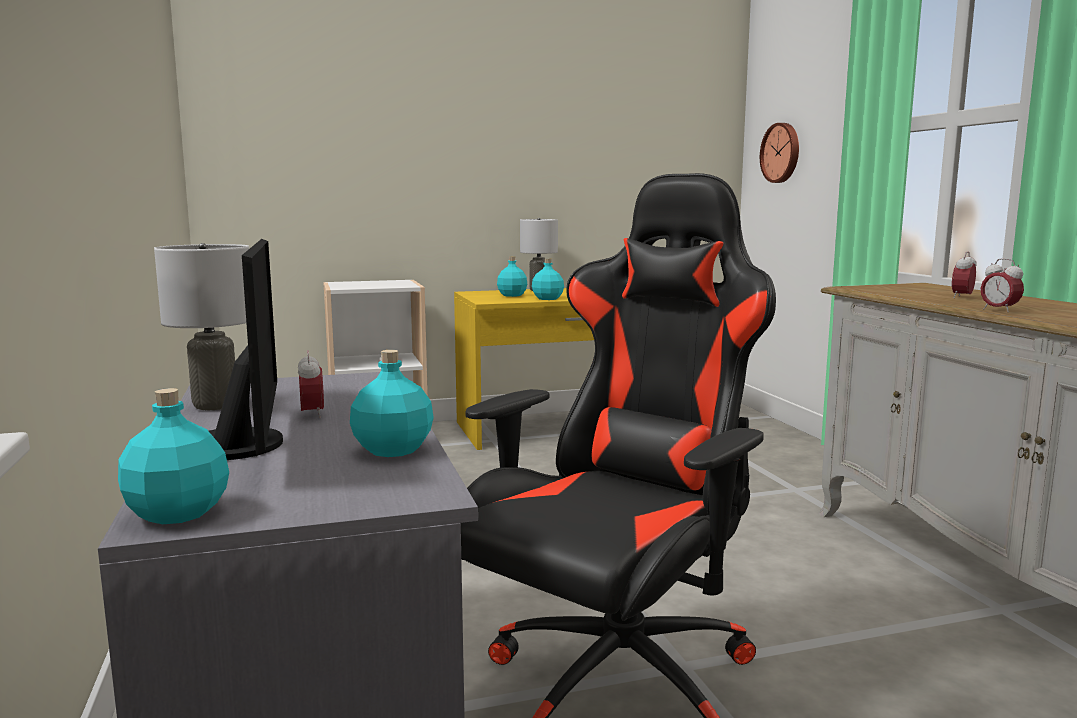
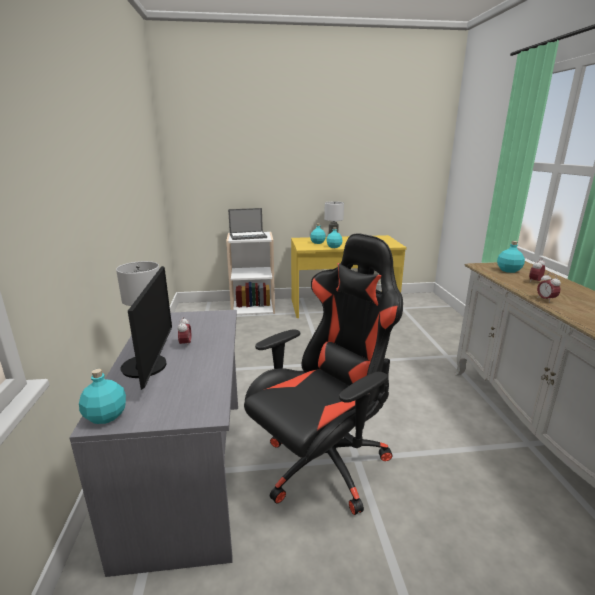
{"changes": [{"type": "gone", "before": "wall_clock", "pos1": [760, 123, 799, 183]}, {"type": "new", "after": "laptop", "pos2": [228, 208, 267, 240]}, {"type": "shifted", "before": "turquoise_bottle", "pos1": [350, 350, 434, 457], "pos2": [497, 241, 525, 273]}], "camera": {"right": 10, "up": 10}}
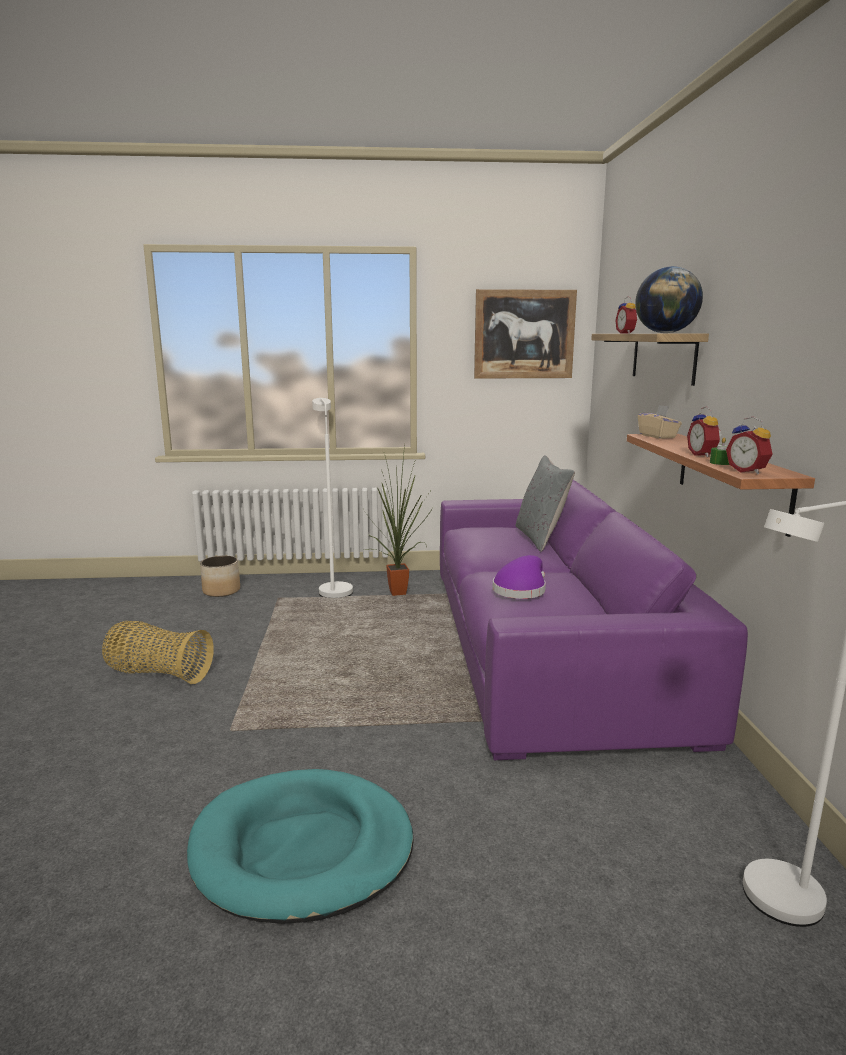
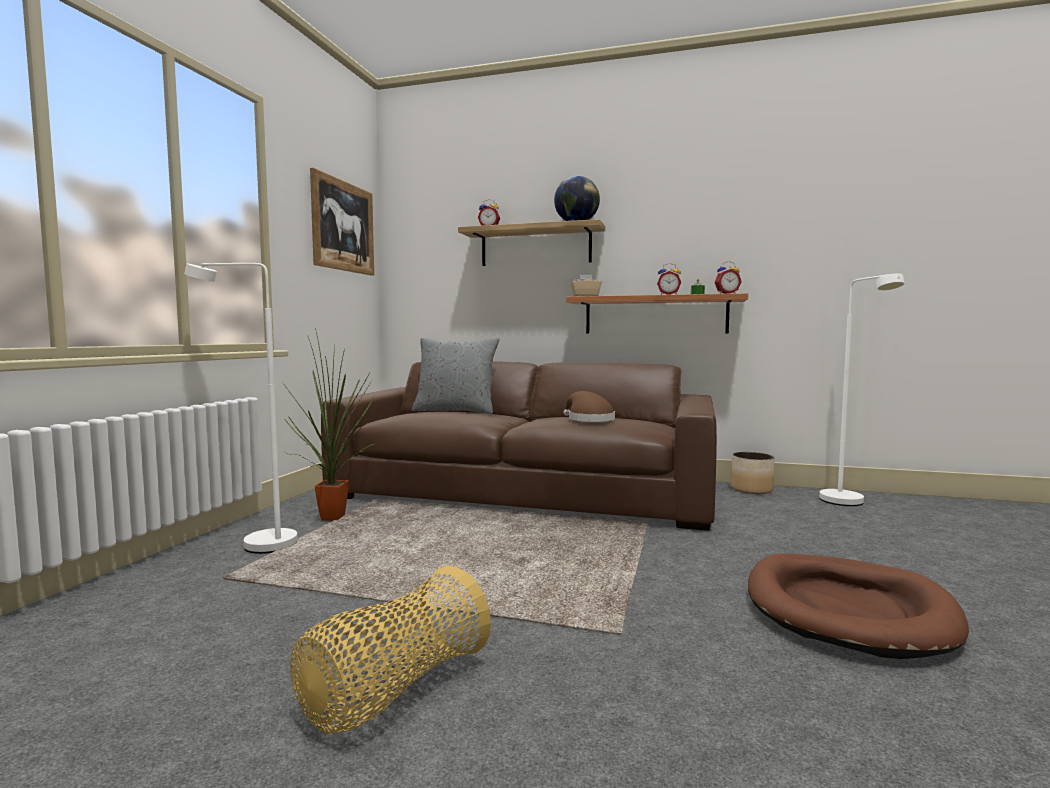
{"changes": [{"type": "shifted", "before": "planter", "pos1": [200, 556, 240, 597], "pos2": [731, 452, 774, 494]}, {"type": "repainted", "before": "turquoise_dog_bed", "after": "brown_dog_bed", "pos1": [187, 769, 413, 924], "pos2": [748, 554, 969, 659]}, {"type": "repainted", "before": "purple_sofa", "after": "brown_sofa", "pos1": [440, 480, 748, 760], "pos2": [321, 361, 717, 531]}, {"type": "repainted", "before": "purple_hat", "after": "brown_hat", "pos1": [493, 555, 546, 599], "pos2": [563, 391, 615, 422]}], "camera": {"right": -70, "up": -10}}
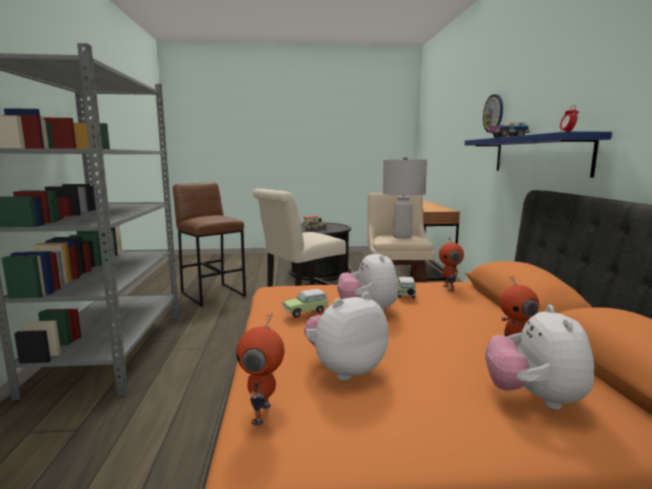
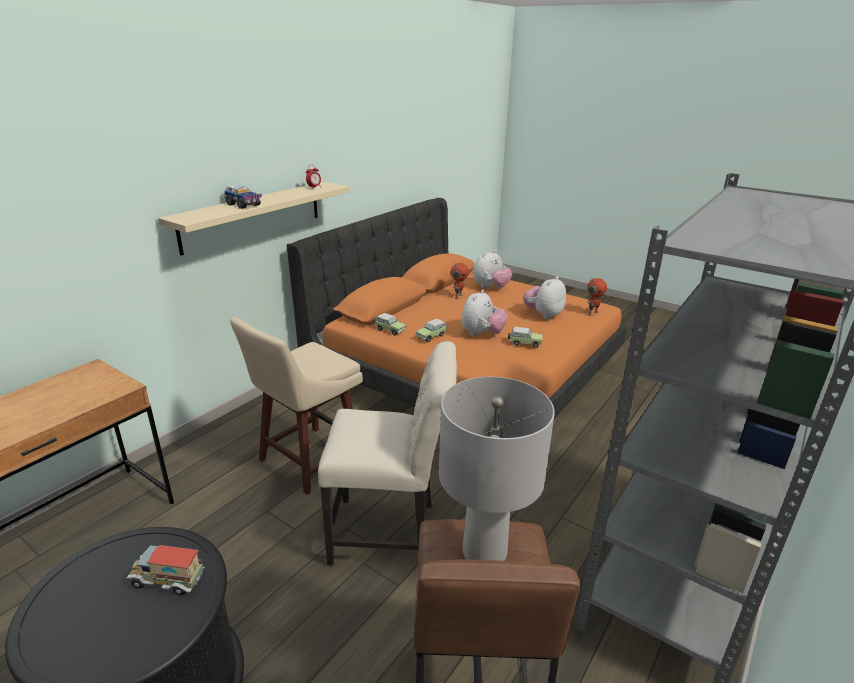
{"changes": [{"type": "gone", "before": "wall_clock", "pos1": [483, 94, 503, 133]}, {"type": "shifted", "before": "grey_table_lamp", "pos1": [383, 156, 427, 239], "pos2": [439, 377, 555, 561]}, {"type": "swapped", "before": "toy_robot", "after": "toy_car", "pos1": [439, 236, 464, 291], "pos2": [374, 313, 406, 336]}, {"type": "repainted", "before": "blue_shelf", "after": "beige_shelf", "pos1": [465, 131, 612, 178], "pos2": [158, 182, 350, 256]}, {"type": "rotated", "before": "plush_toy", "pos1": [304, 292, 389, 381], "pos2": [523, 276, 566, 319], "turn": 120}], "camera": {"right": -140, "up": 15}}
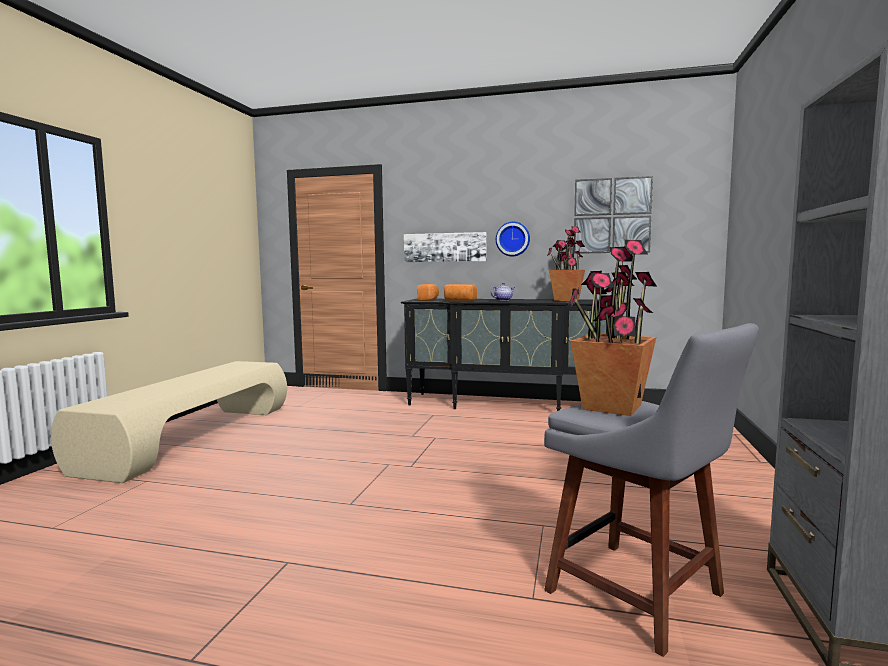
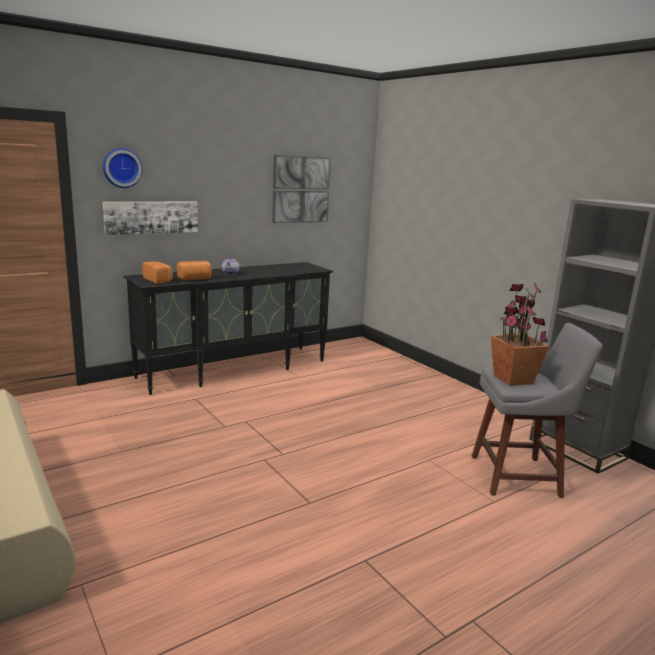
{"changes": [{"type": "gone", "before": "potted_plant", "pos1": [547, 226, 585, 301]}, {"type": "shifted", "before": "wall_clock", "pos1": [496, 222, 530, 256], "pos2": [103, 148, 142, 188]}], "camera": {"right": -50, "up": 10}}
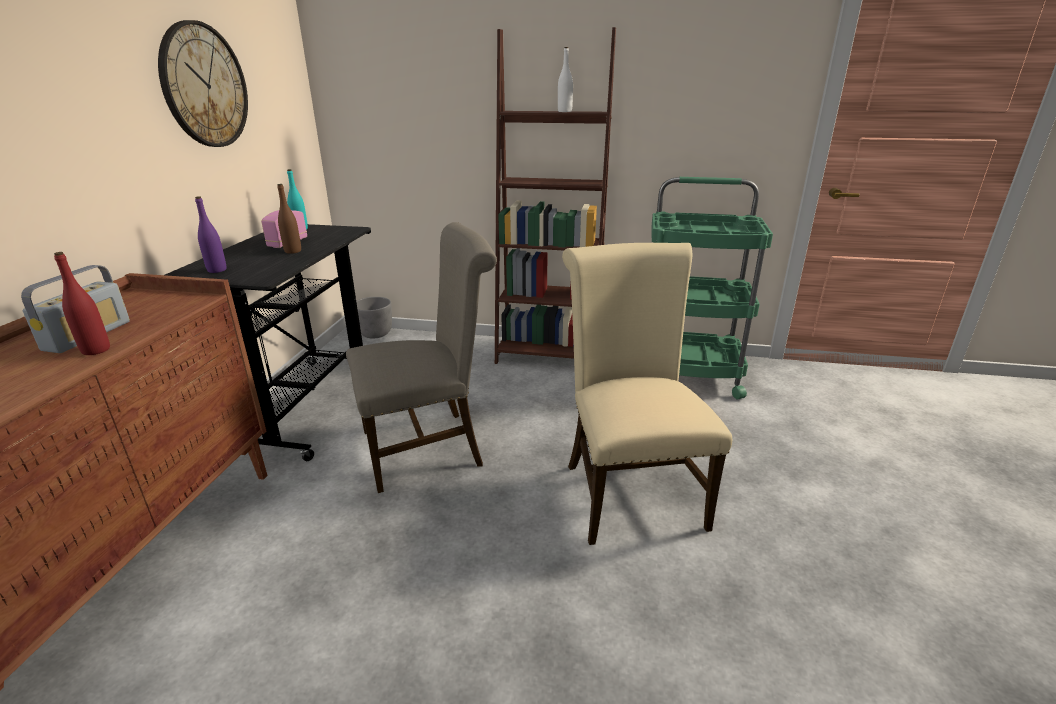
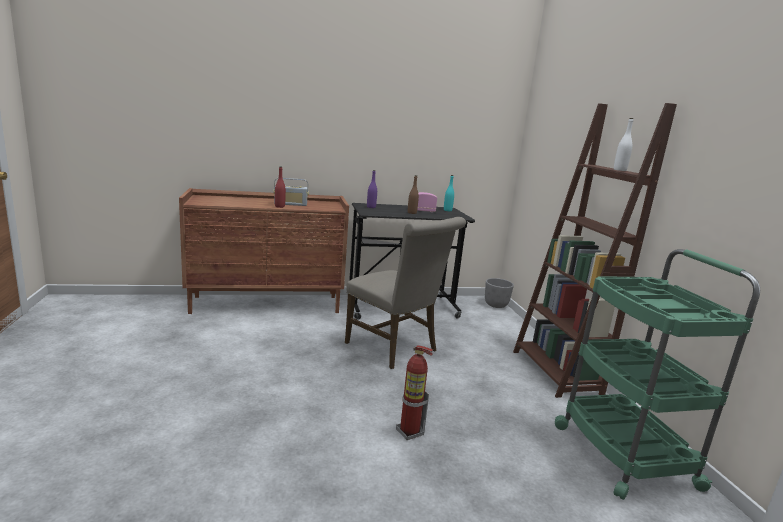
{"changes": [{"type": "gone", "before": "wall_clock", "pos1": [158, 20, 248, 147]}, {"type": "swapped", "before": "beige_chair", "after": "fire_extinguisher", "pos1": [562, 243, 732, 545], "pos2": [396, 345, 433, 440]}], "camera": {"right": 65, "up": -10}}
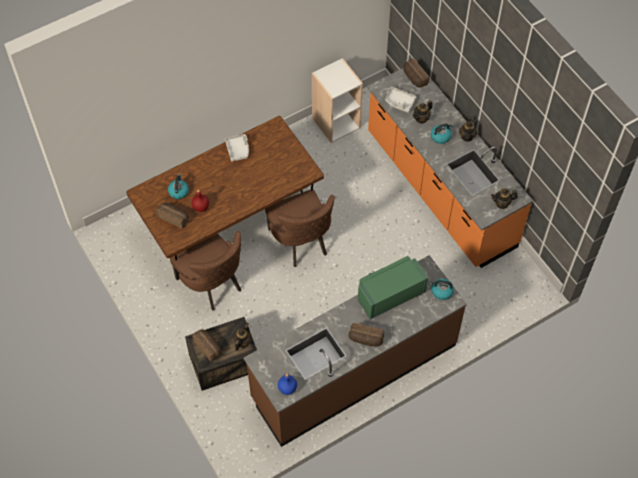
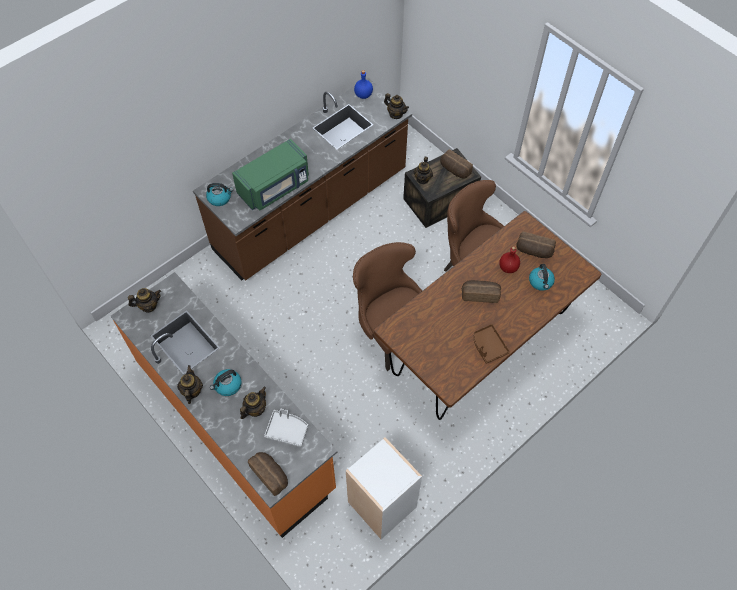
{"changes": [{"type": "new", "after": "teapot", "pos2": [384, 93, 409, 119]}, {"type": "shifted", "before": "bread", "pos1": [349, 323, 384, 347], "pos2": [462, 280, 501, 303]}, {"type": "repainted", "before": "grey_tray", "after": "brown_tray", "pos1": [225, 134, 249, 162], "pos2": [473, 324, 510, 364]}], "camera": {"right": 170, "up": 0}}
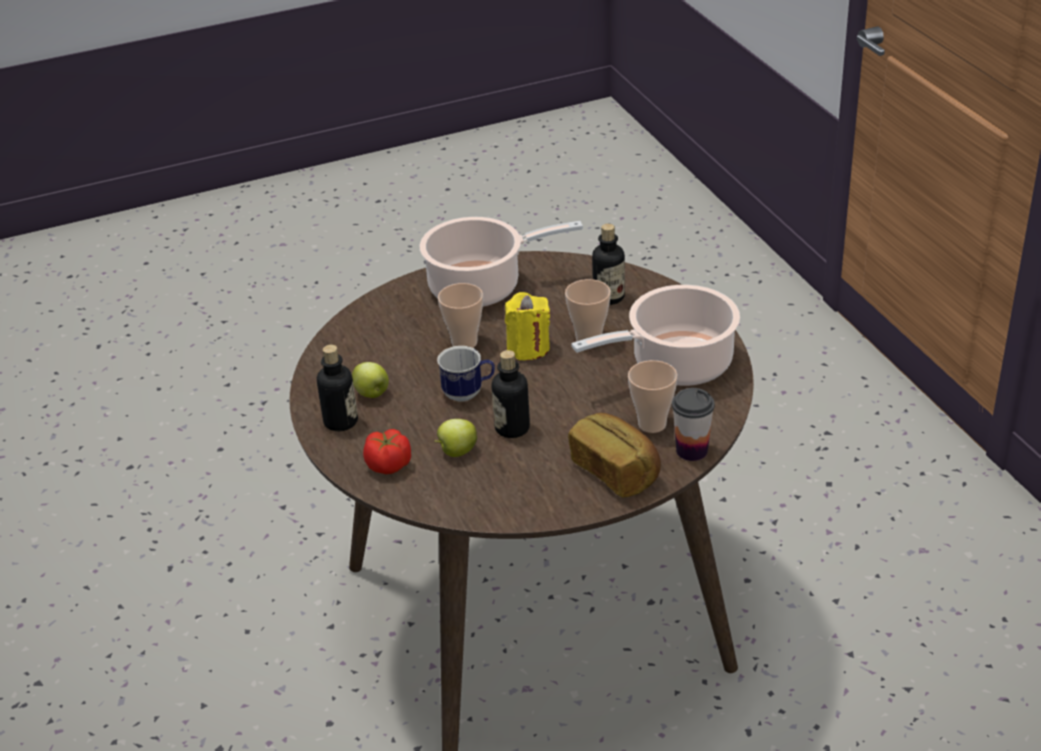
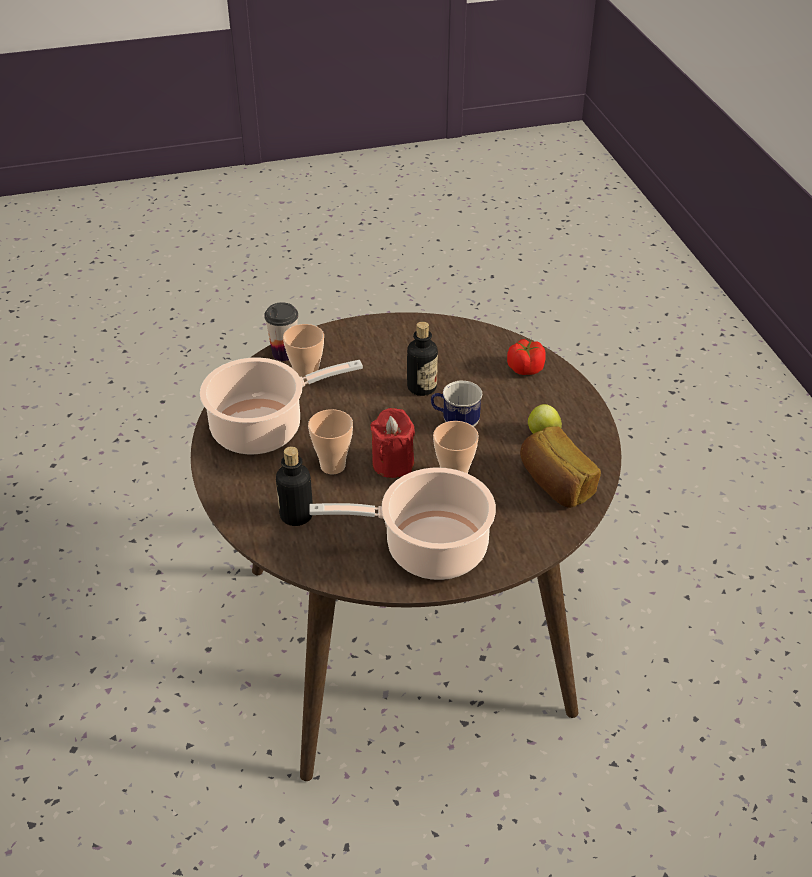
{"changes": [{"type": "gone", "before": "bottle", "pos1": [317, 345, 358, 431]}, {"type": "gone", "before": "apple", "pos1": [434, 419, 477, 457]}, {"type": "shifted", "before": "bread", "pos1": [568, 413, 661, 498], "pos2": [520, 426, 601, 508]}, {"type": "repainted", "before": "yellow_candle", "after": "red_candle", "pos1": [505, 292, 550, 360], "pos2": [370, 408, 415, 478]}], "camera": {"right": -175, "up": 5}}
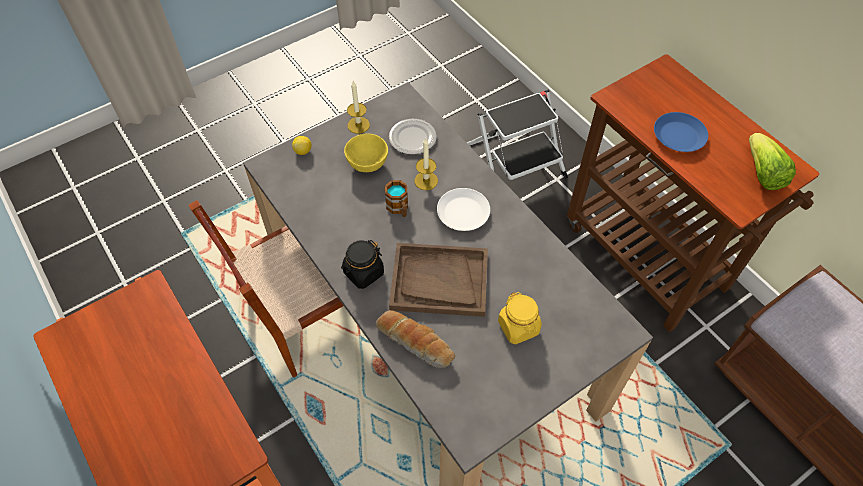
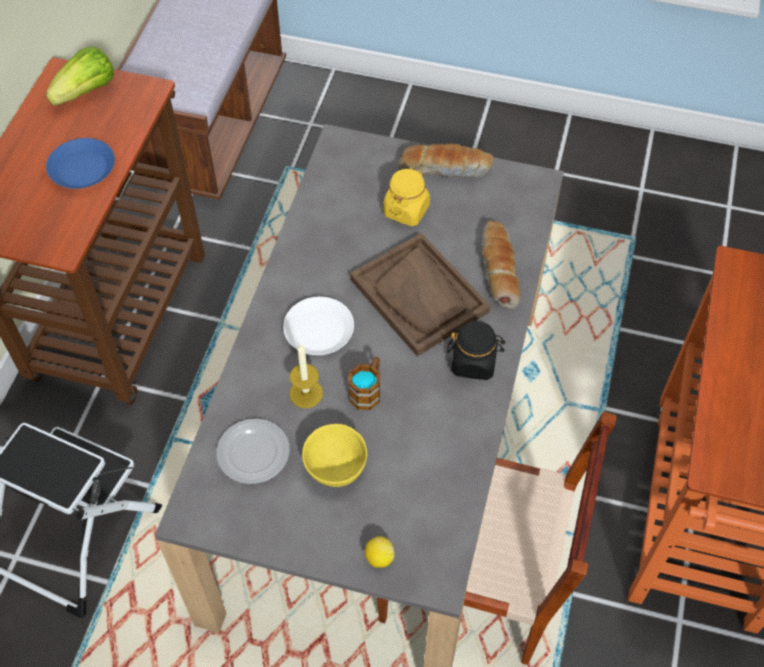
{"changes": [{"type": "gone", "before": "candle", "pos1": [347, 81, 370, 134]}, {"type": "new", "after": "bread", "pos2": [398, 144, 494, 177]}], "camera": {"right": -130, "up": 0}}
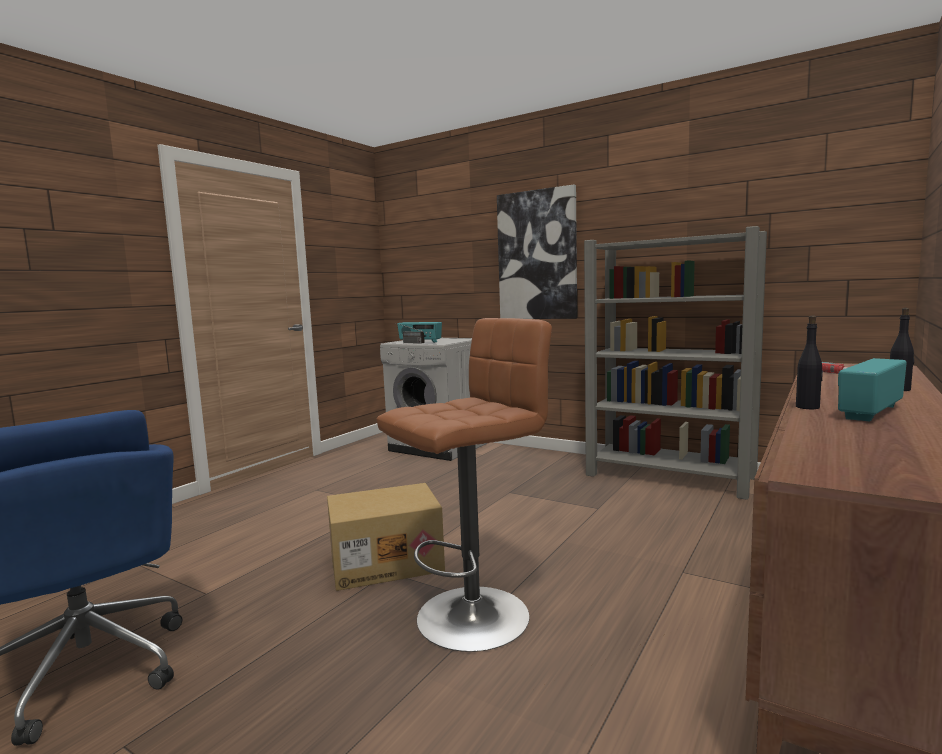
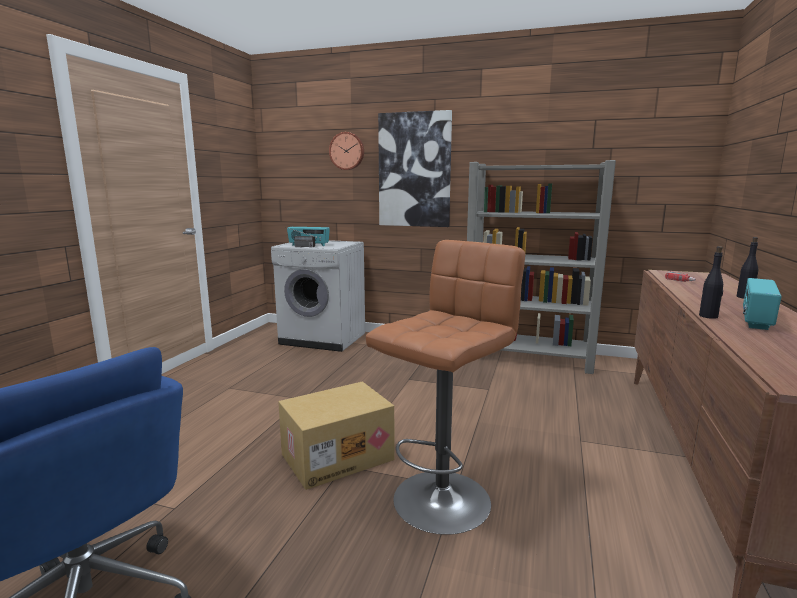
{"changes": [{"type": "new", "after": "wall_clock", "pos2": [329, 132, 364, 170]}], "camera": {"right": -15, "up": 5}}
